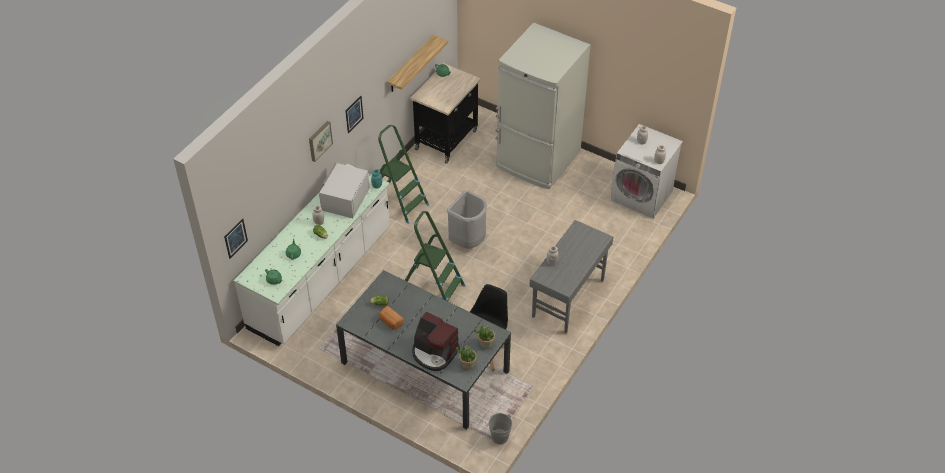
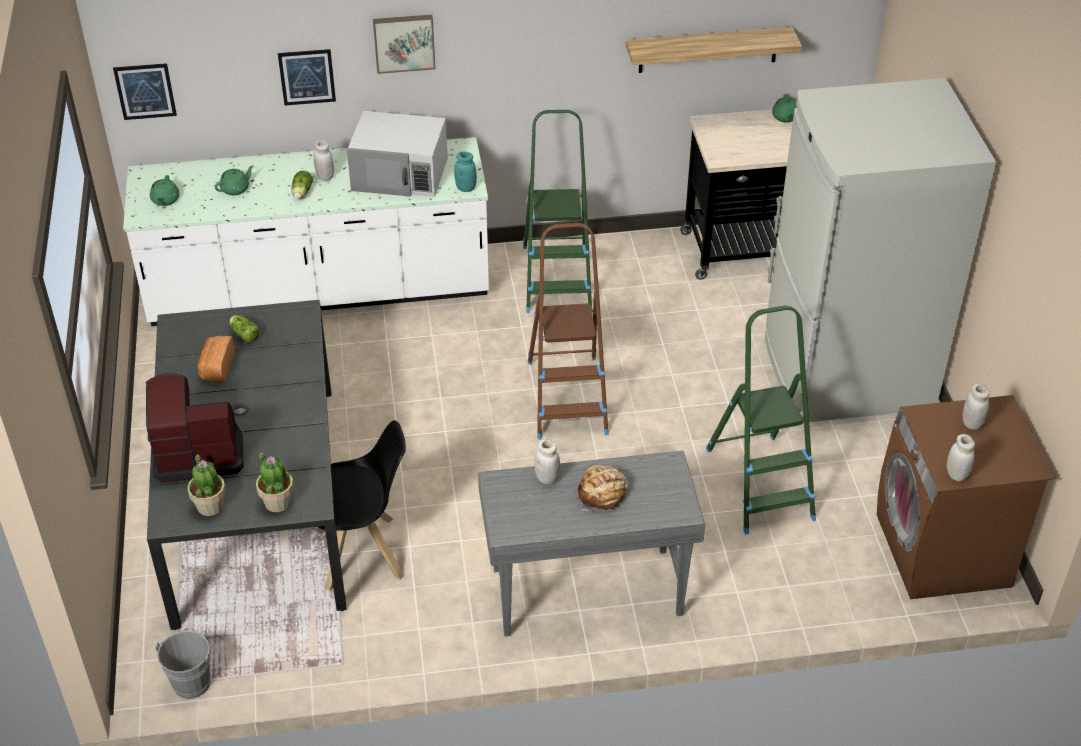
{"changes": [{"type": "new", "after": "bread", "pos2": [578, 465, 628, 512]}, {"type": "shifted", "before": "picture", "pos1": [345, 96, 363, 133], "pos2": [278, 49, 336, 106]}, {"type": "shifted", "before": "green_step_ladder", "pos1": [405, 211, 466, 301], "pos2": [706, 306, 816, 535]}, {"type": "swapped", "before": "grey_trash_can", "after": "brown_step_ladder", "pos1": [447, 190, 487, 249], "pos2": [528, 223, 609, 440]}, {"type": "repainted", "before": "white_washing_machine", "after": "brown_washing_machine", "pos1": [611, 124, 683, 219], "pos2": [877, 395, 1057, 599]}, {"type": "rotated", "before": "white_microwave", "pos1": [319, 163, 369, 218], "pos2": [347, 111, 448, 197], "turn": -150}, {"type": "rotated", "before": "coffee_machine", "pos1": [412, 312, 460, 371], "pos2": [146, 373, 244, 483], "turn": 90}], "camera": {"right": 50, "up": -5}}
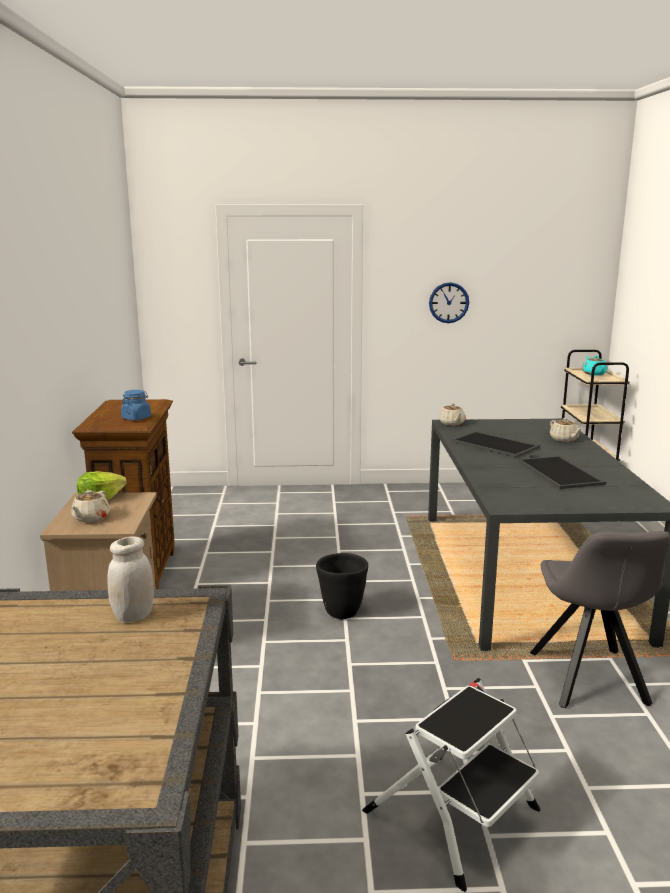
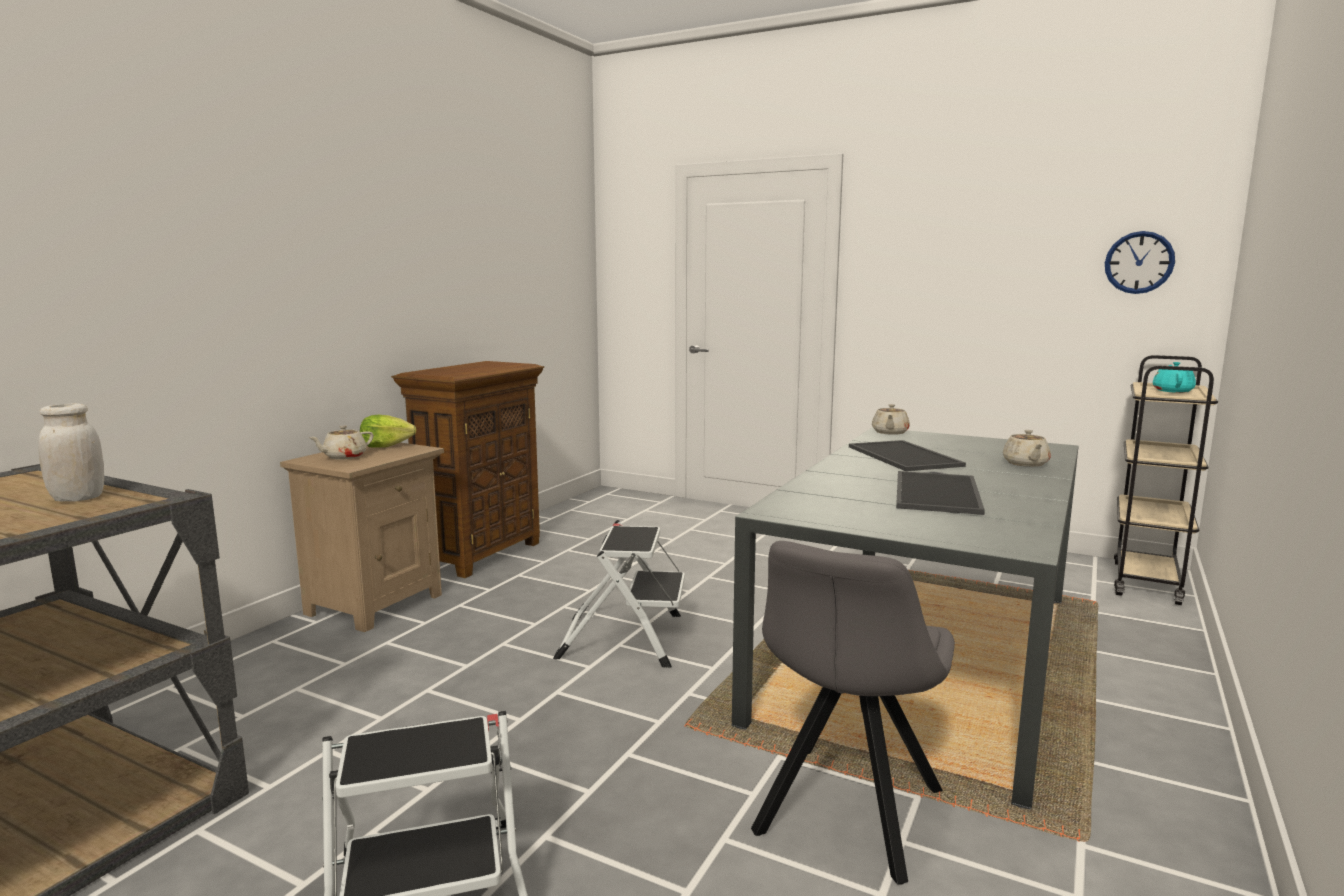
{"changes": [{"type": "gone", "before": "blue_jar", "pos1": [121, 390, 151, 421]}, {"type": "shifted", "before": "wall_clock", "pos1": [429, 282, 469, 323], "pos2": [1105, 231, 1175, 294]}, {"type": "swapped", "before": "black_planter", "after": "step_ladder", "pos1": [316, 553, 368, 619], "pos2": [553, 520, 685, 668]}], "camera": {"right": 30, "up": -5}}
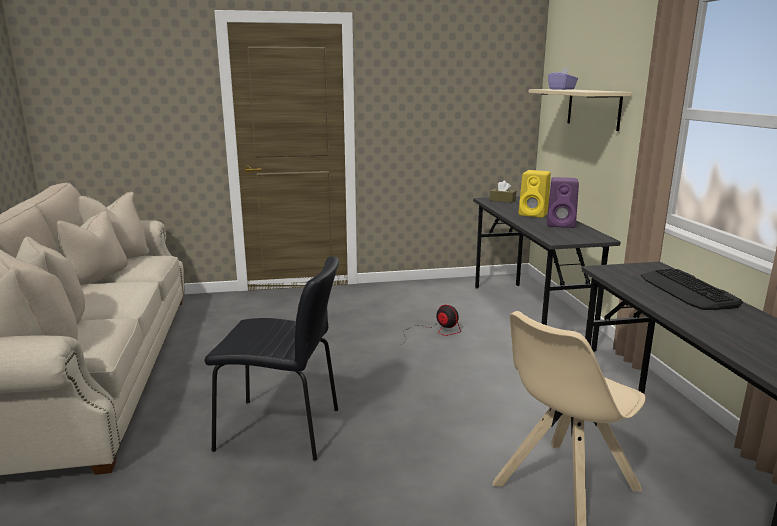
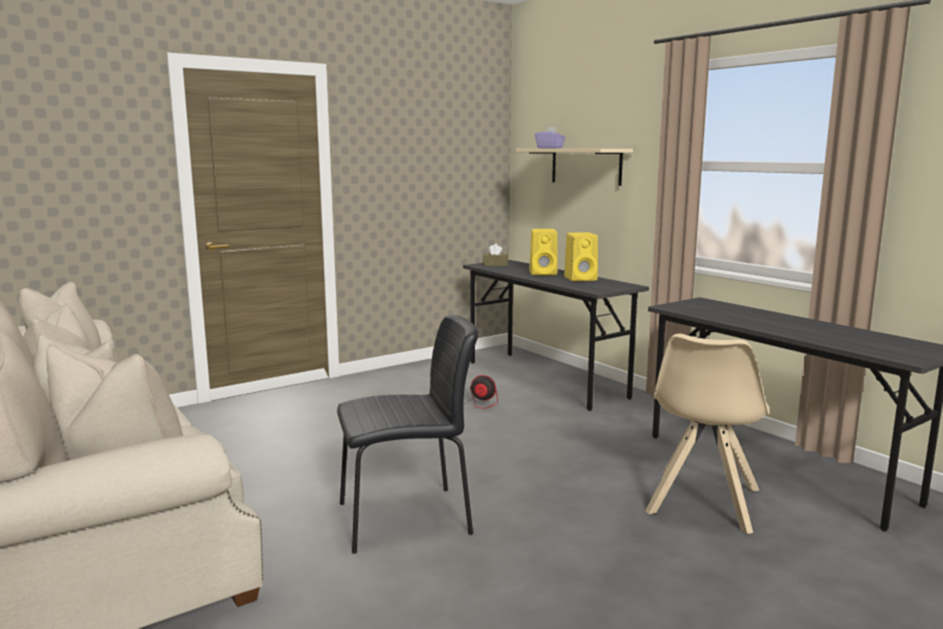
{"changes": [{"type": "gone", "before": "keyboard", "pos1": [641, 268, 743, 310]}, {"type": "repainted", "before": "purple_speaker", "after": "yellow_speaker", "pos1": [547, 177, 579, 228], "pos2": [564, 232, 598, 281]}], "camera": {"right": -25, "up": -5}}
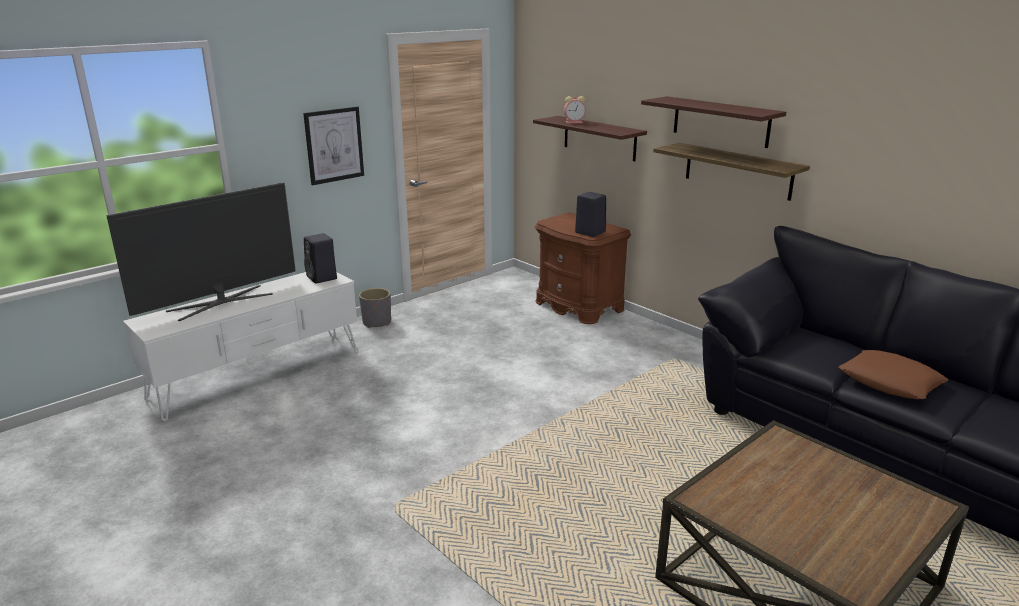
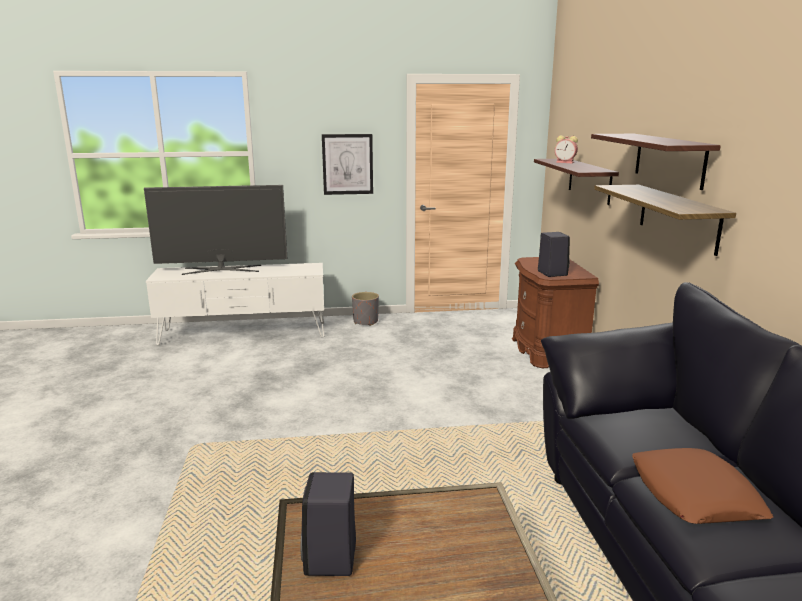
{"changes": [{"type": "shifted", "before": "black_speaker", "pos1": [304, 233, 337, 284], "pos2": [301, 472, 356, 576]}], "camera": {"right": 35, "up": -5}}
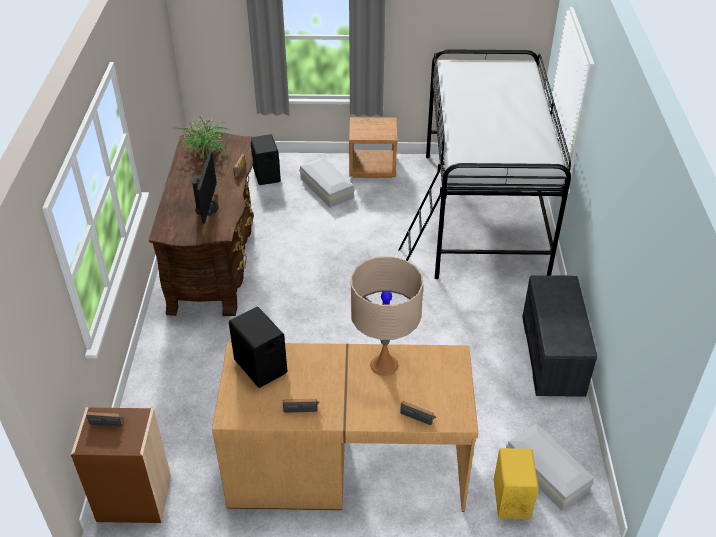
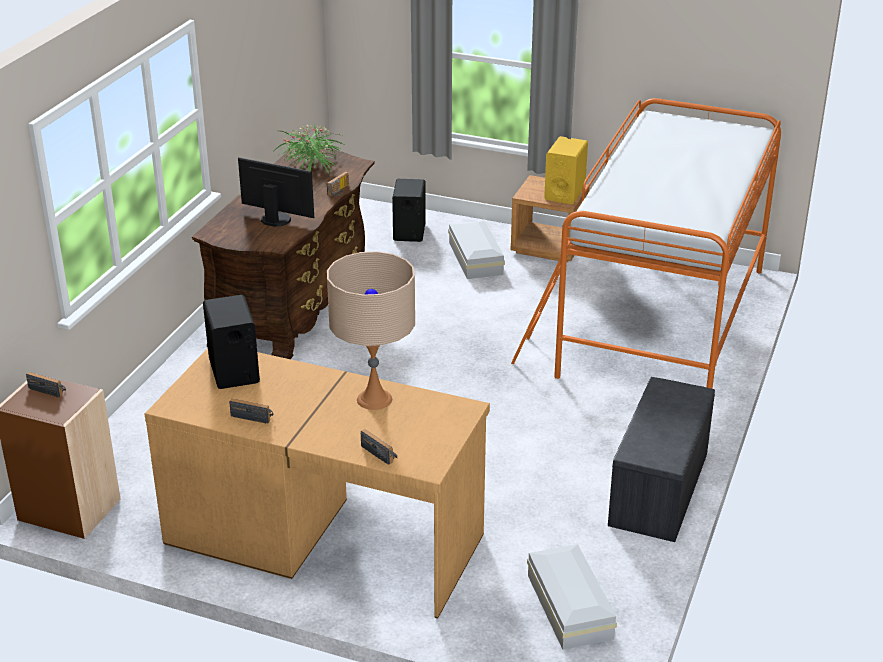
{"changes": [{"type": "shifted", "before": "yellow_speaker", "pos1": [494, 448, 539, 519], "pos2": [544, 136, 588, 204]}, {"type": "repainted", "before": "black_bed", "after": "orange_bed", "pos1": [398, 49, 571, 279], "pos2": [511, 98, 781, 389]}, {"type": "rotated", "before": "monitor", "pos1": [192, 150, 218, 224], "pos2": [238, 157, 314, 227], "turn": -90}], "camera": {"right": 20, "up": -10}}
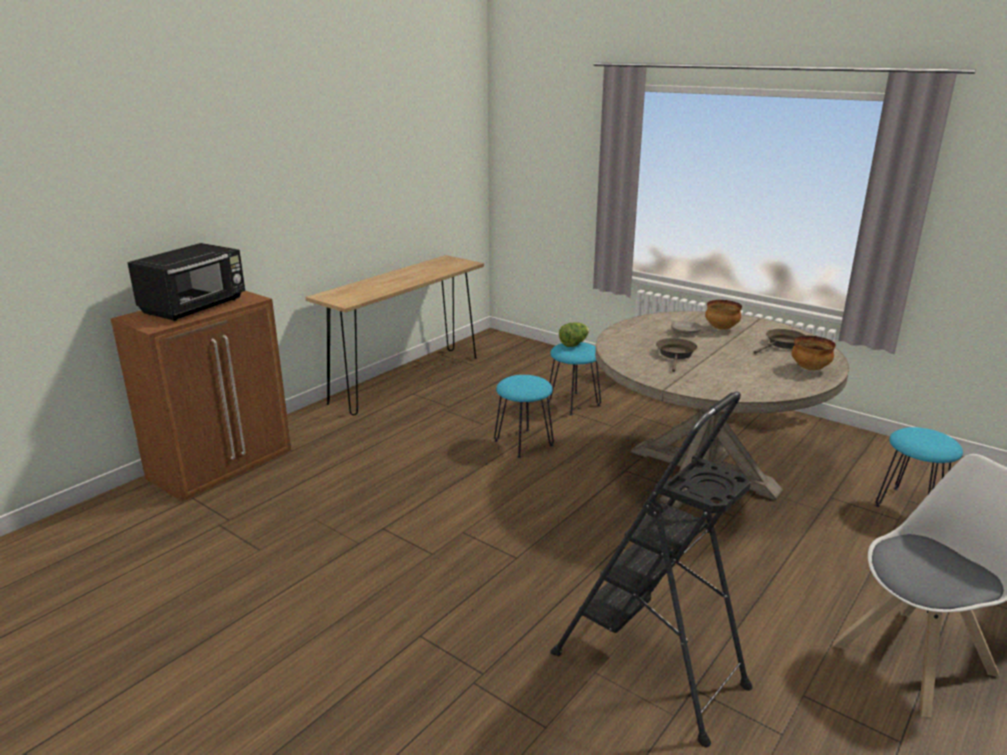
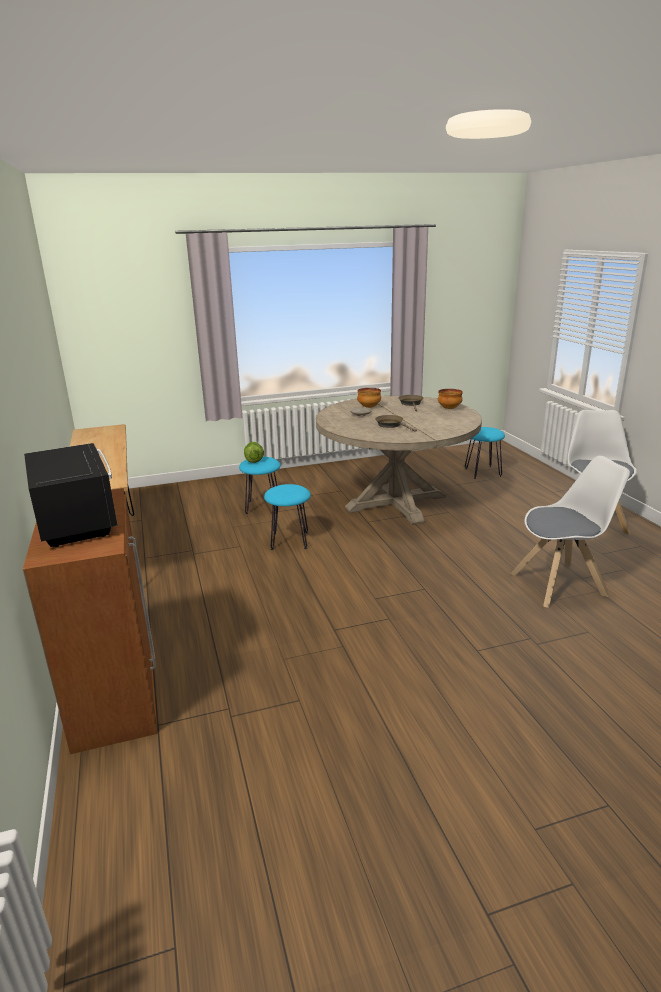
{"changes": [{"type": "swapped", "before": "step_ladder", "after": "chair", "pos1": [550, 391, 753, 747], "pos2": [510, 456, 630, 608]}], "camera": {"right": -55, "up": 0}}
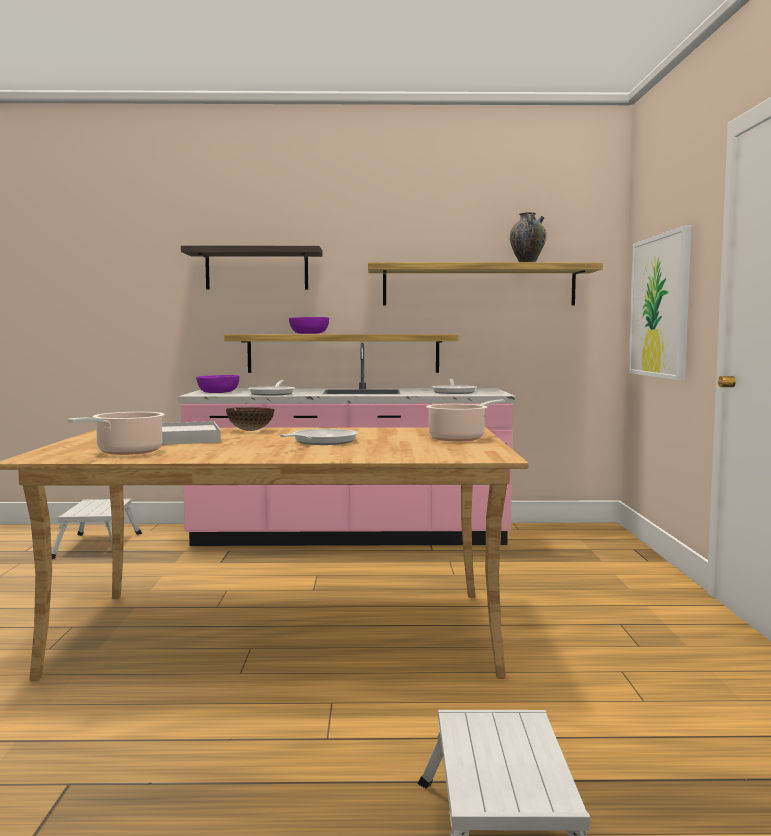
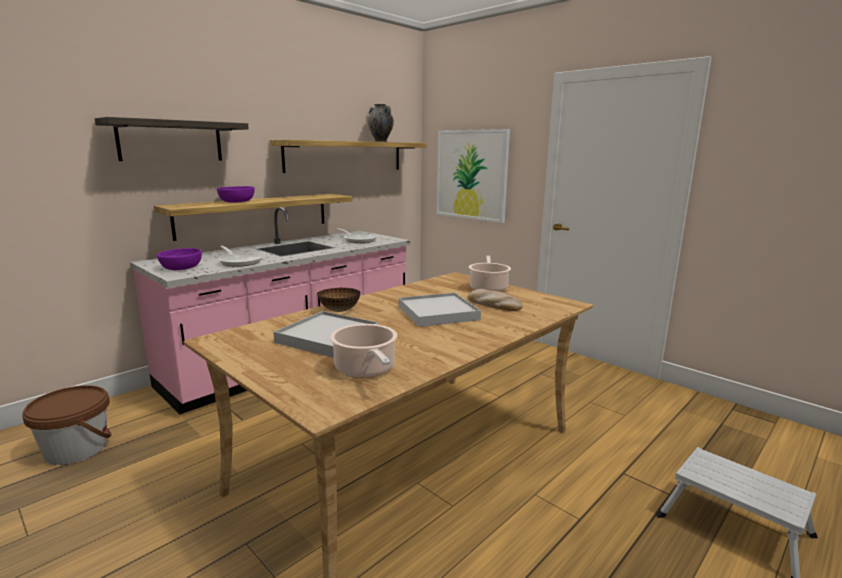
{"changes": [{"type": "new", "after": "bread", "pos2": [468, 289, 523, 311]}, {"type": "swapped", "before": "white_step_ladder", "after": "brown_bucket", "pos1": [51, 499, 142, 559], "pos2": [22, 385, 112, 465]}, {"type": "swapped", "before": "frying_pan", "after": "white_tray", "pos1": [280, 429, 358, 445], "pos2": [399, 293, 481, 327]}], "camera": {"right": -45, "up": 10}}
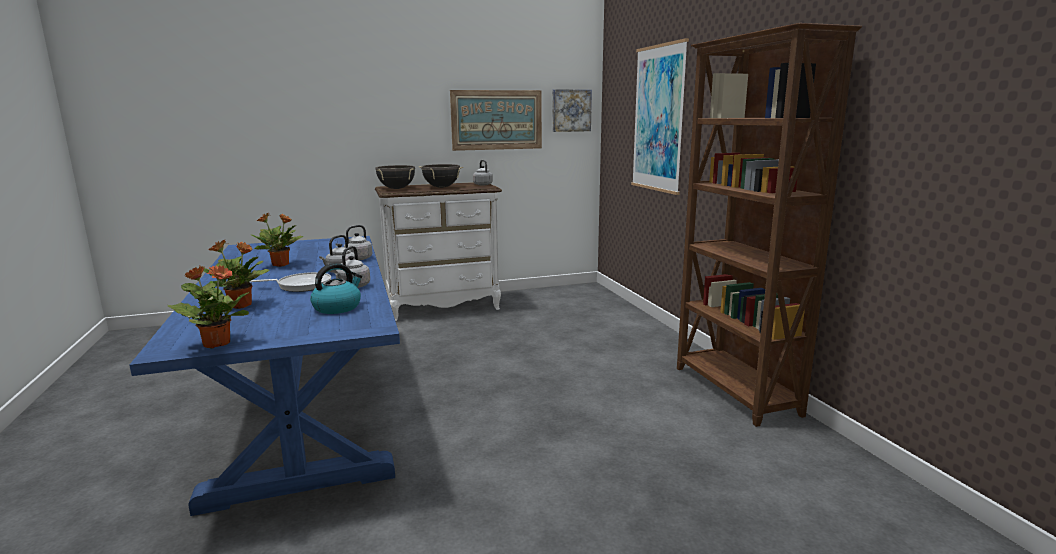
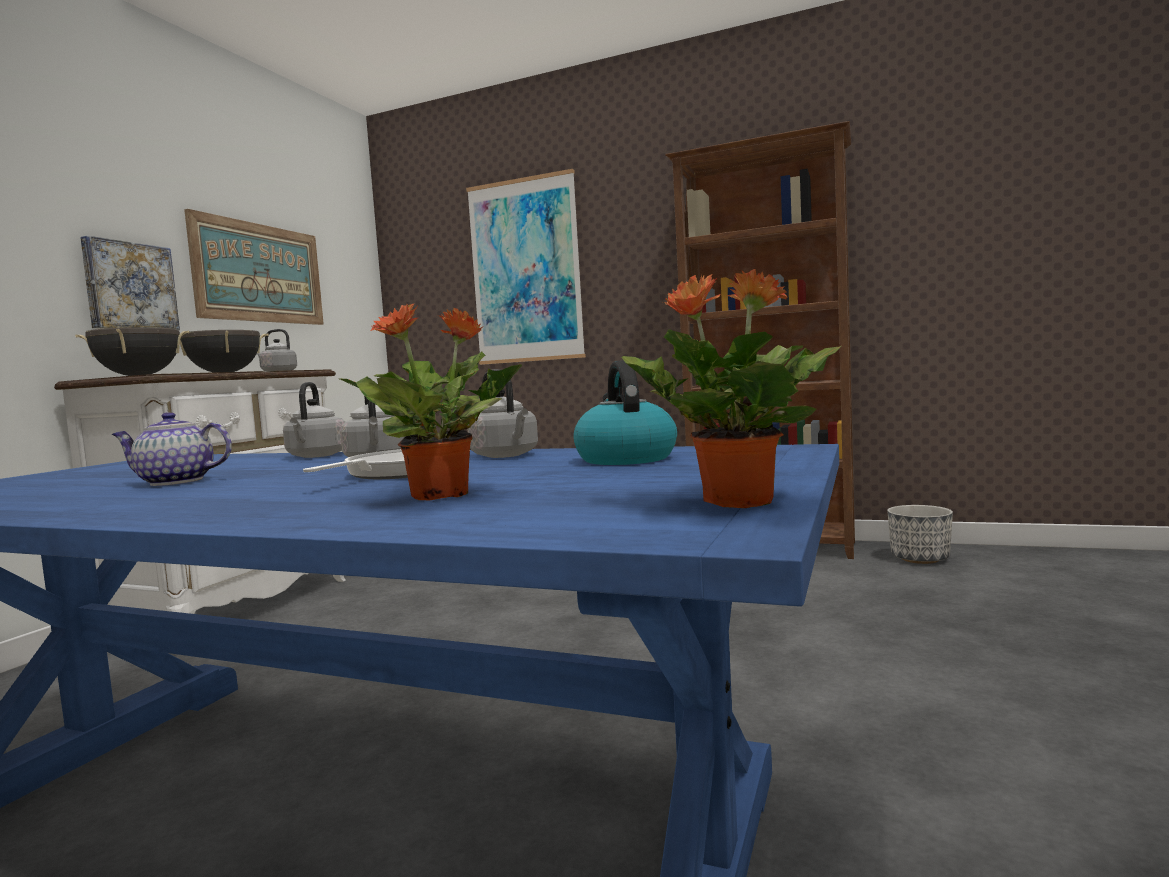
{"changes": [{"type": "new", "after": "planter", "pos2": [887, 505, 953, 564]}, {"type": "shifted", "before": "picture", "pos1": [552, 89, 592, 132], "pos2": [80, 236, 180, 330]}, {"type": "swapped", "before": "potted_plant", "after": "teapot", "pos1": [251, 213, 303, 267], "pos2": [111, 412, 232, 486]}], "camera": {"right": -50, "up": -10}}
